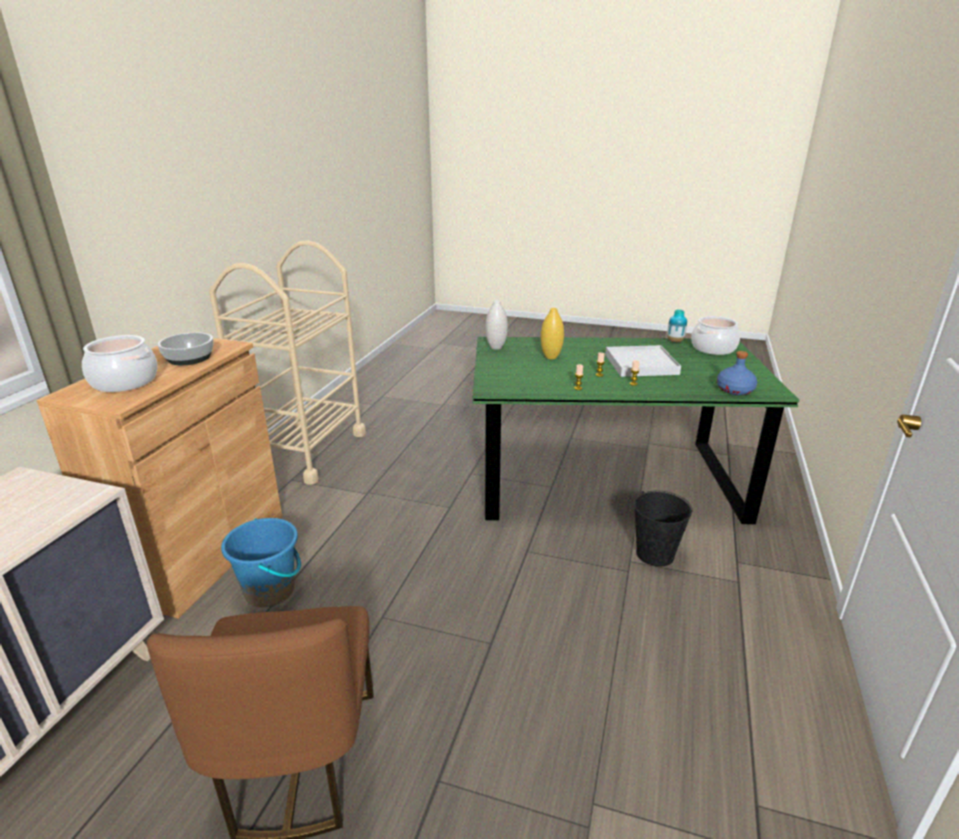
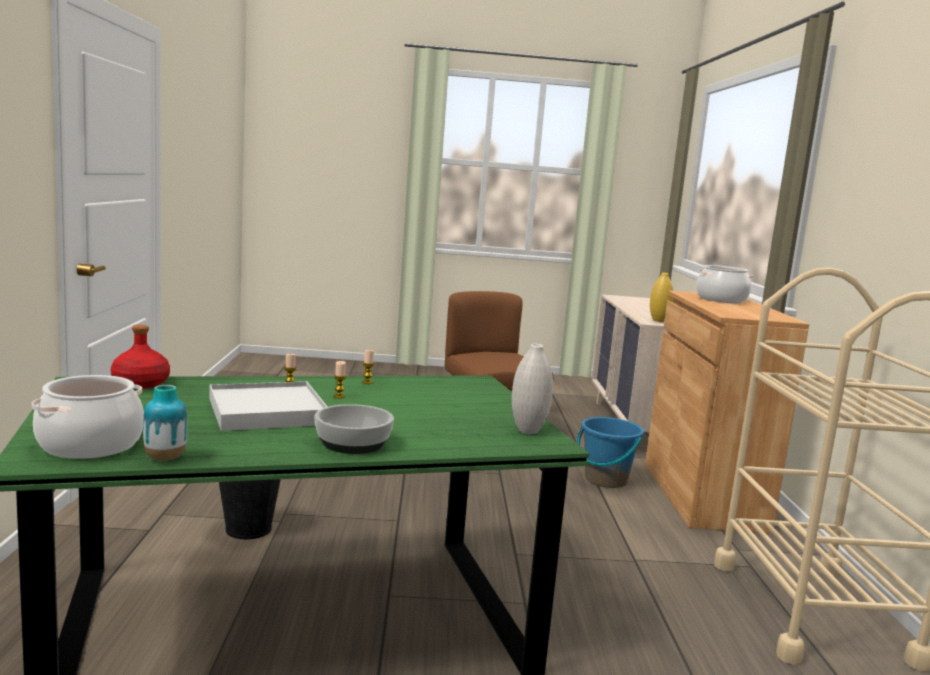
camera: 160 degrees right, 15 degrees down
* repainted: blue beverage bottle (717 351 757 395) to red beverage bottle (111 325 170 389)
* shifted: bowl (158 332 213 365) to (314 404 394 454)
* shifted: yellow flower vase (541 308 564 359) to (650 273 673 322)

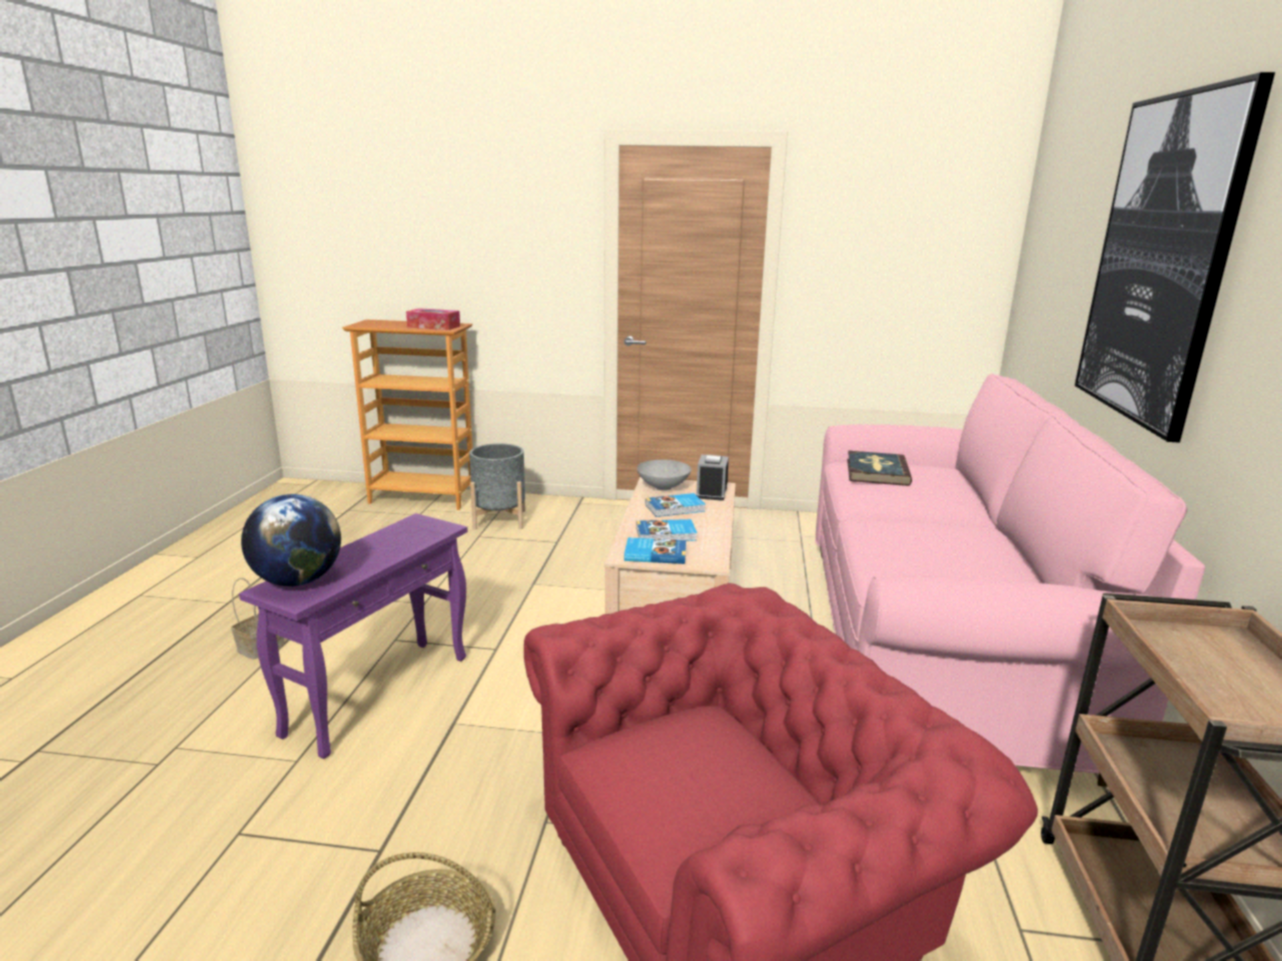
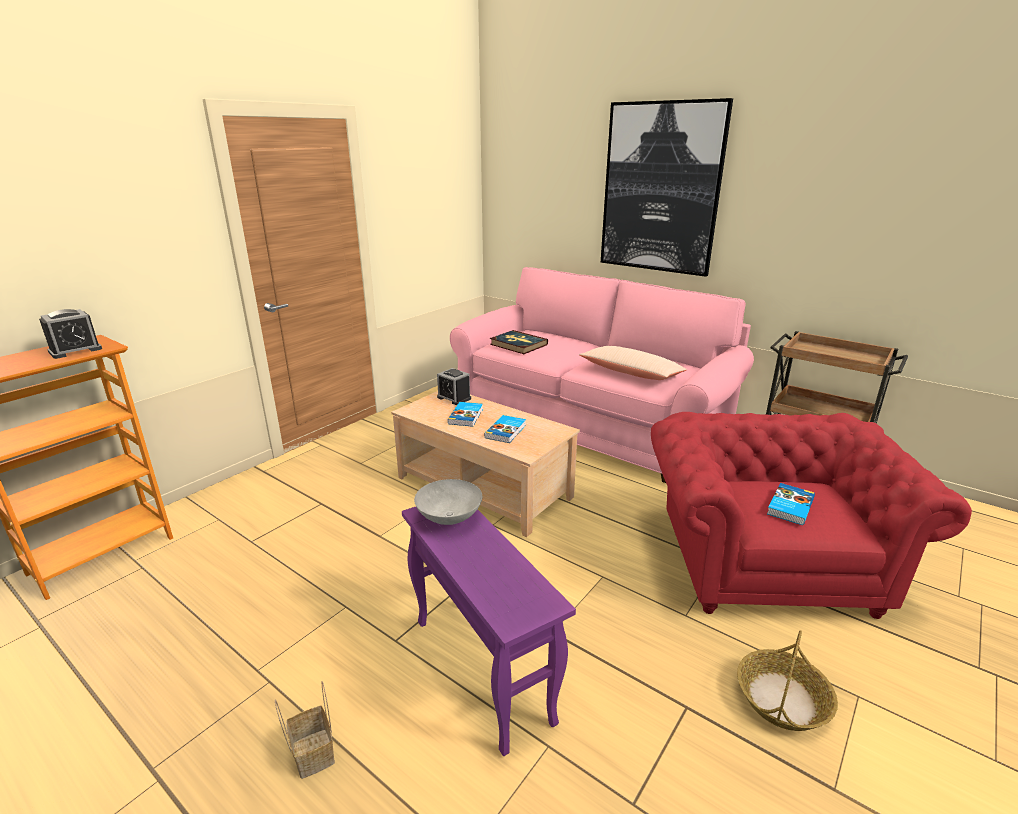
camera: 60 degrees left, 5 degrees up
* swapped: box of tissues (406 308 460 330) to table clock (39 309 102 359)
* shifted: gray bowl (637 460 691 490) to (414 479 482 525)
* new: sand-coloured throw pillow (579 346 687 380)
* shifted: volume (624 537 686 564) to (767 483 815 525)
* gone: desk globe (241 494 341 586)
* gone: gray planter (469 444 525 530)

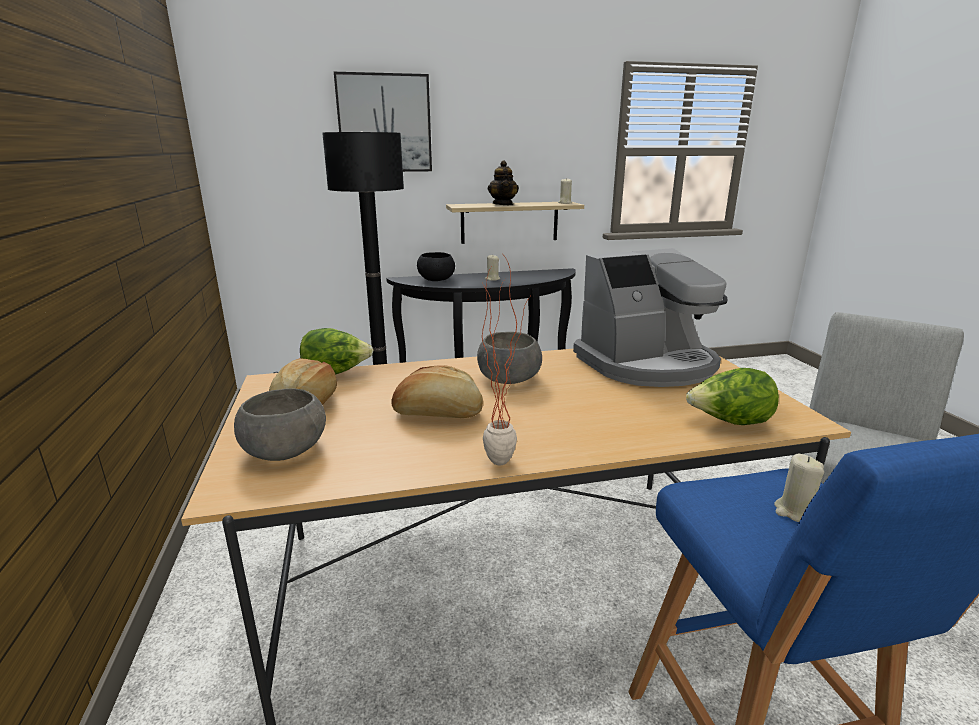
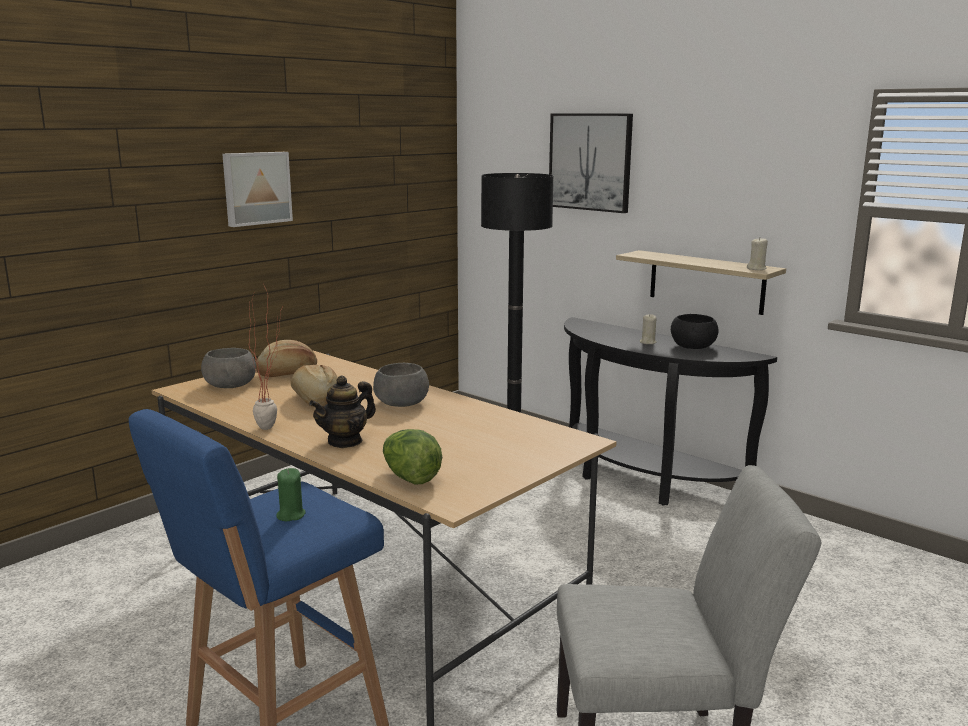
camera: 55 degrees right, 5 degrees down
* new: wall art (222 152 293 227)
* repainted: sand-coloured wax candle (774 454 824 522) to green-coloured wax candle (276 468 306 521)
* shifted: tea pot (488 160 519 205) to (309 375 376 448)
* shifted: black bowl (417 252 455 281) to (671 314 719 349)
* gone: lettuce (300 328 373 375)
* gone: coffee maker (573 248 727 387)

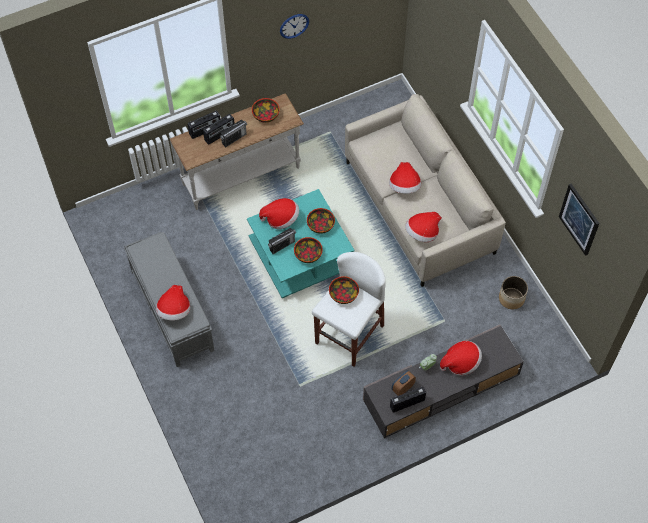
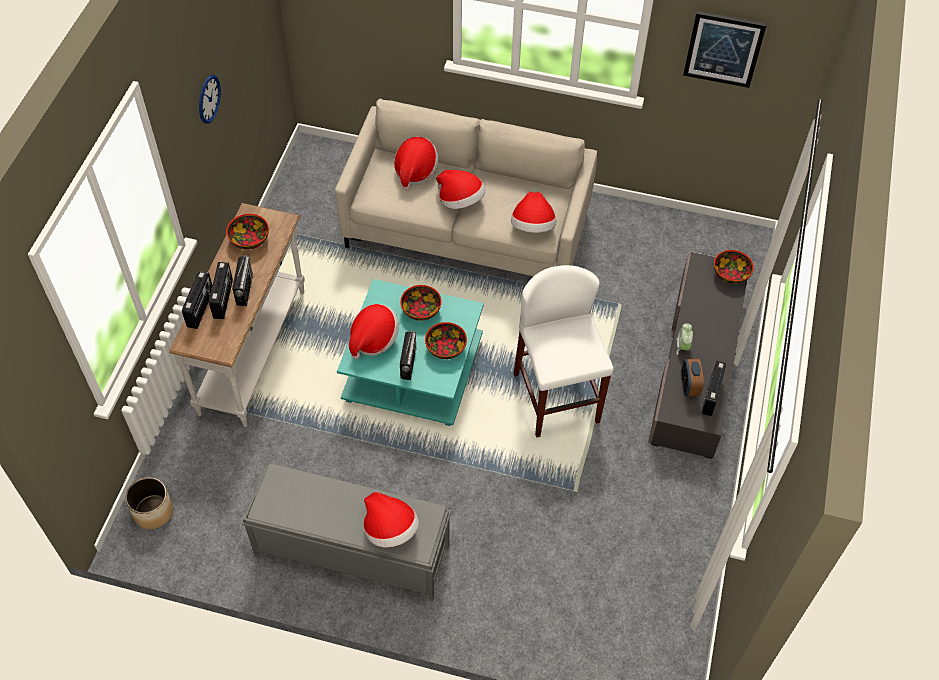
camera: 50 degrees left, 5 degrees down
* shifted: planter (499 276 528 310) to (125 477 173 529)
* shifted: clothing hat (440 341 482 376) to (394 137 439 190)
* shifted: bowl (329 276 359 304) to (714 250 754 284)

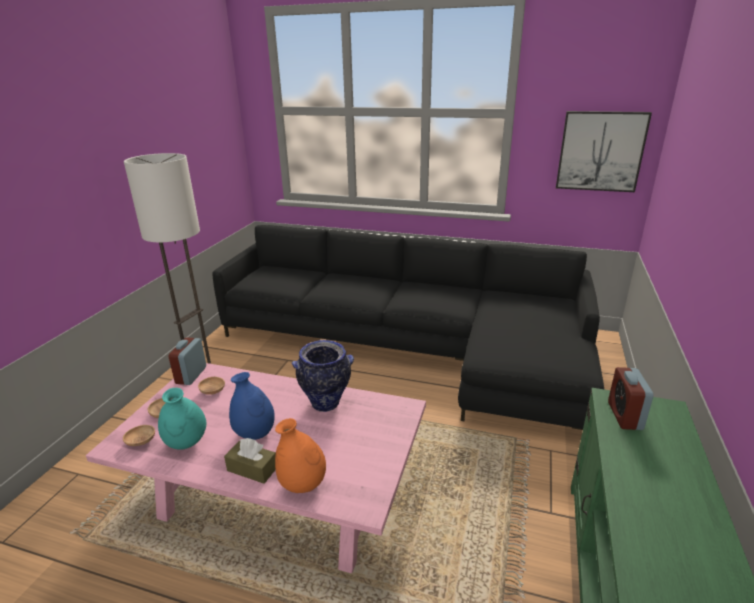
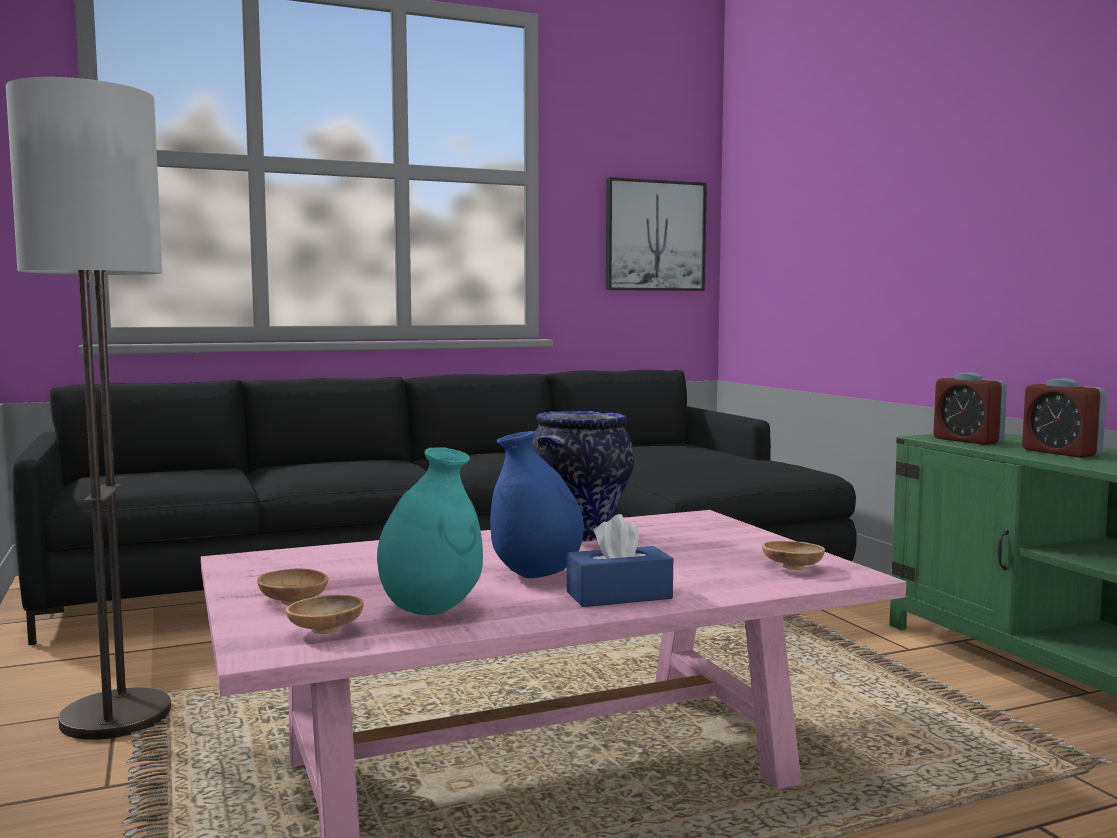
camera: 40 degrees left, 20 degrees down
* repainted: brownish box of tissues (224 438 276 484) to blue box of tissues (567 514 673 607)
* shifted: brownish bowl (198 377 225 395) to (762 541 825 570)
* shifted: table clock (169 337 206 385) to (1022 378 1107 458)
* gone: orange-coloured flower vase (275 418 326 493)

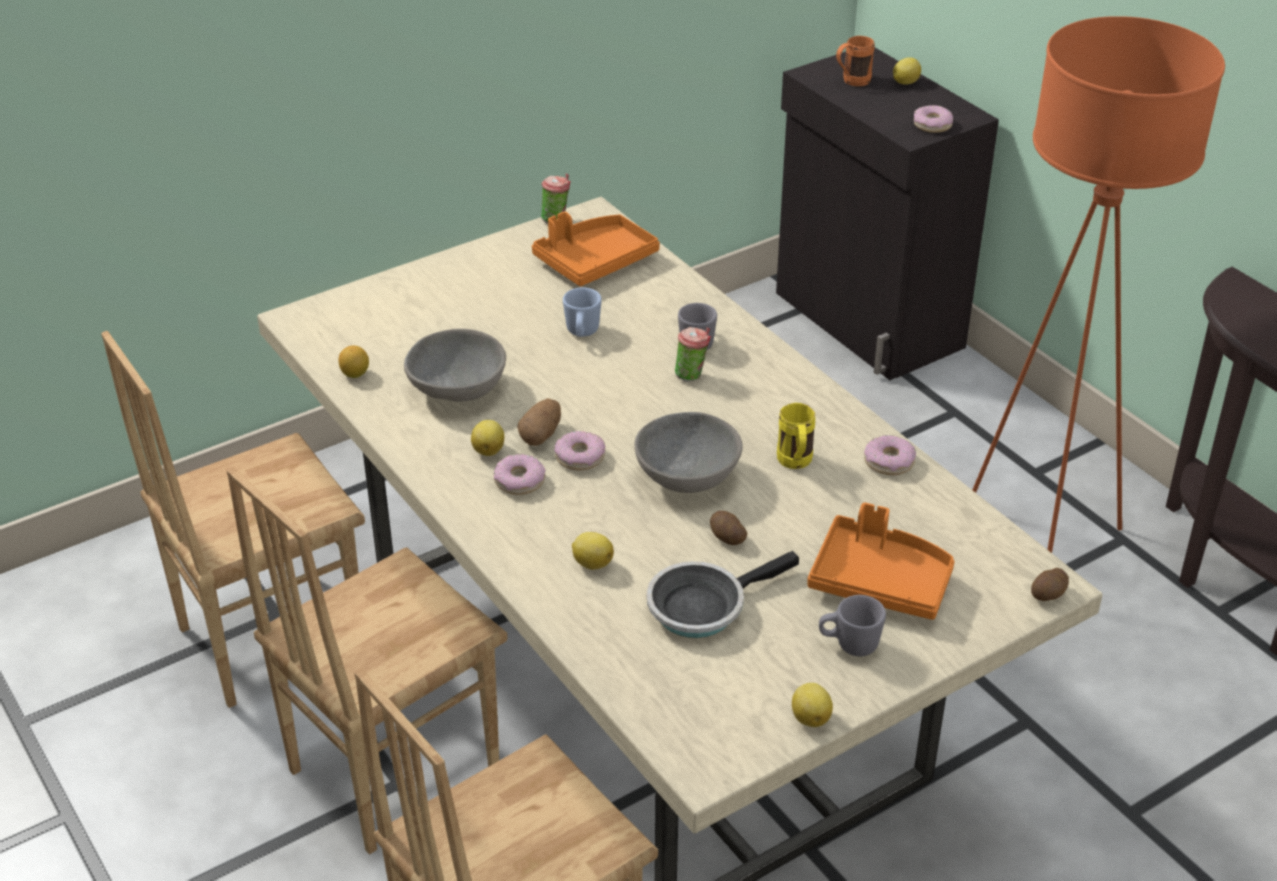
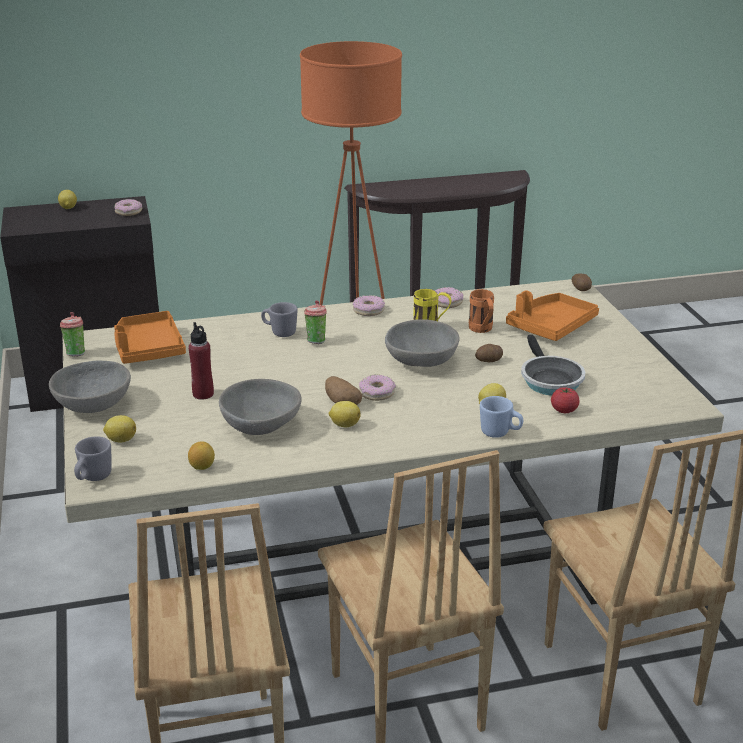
camera: 70 degrees left, 10 degrees down
* new: gray bowl (49 361 131 413)
* shifted: gray mug (819 595 886 656) to (74 436 112 481)
* shifted: lemon (792 683 833 727) to (103 415 136 443)
* new: red beverage bottle (189 322 214 399)
* shifted: doughnut (494 454 546 495) to (353 295 385 316)
* shifted: orange-coloured mug (836 36 875 86) to (469 289 494 333)
* shifted: blue mug (563 287 602 337) to (480 396 523 438)
* new: whole tomato (551 387 580 413)

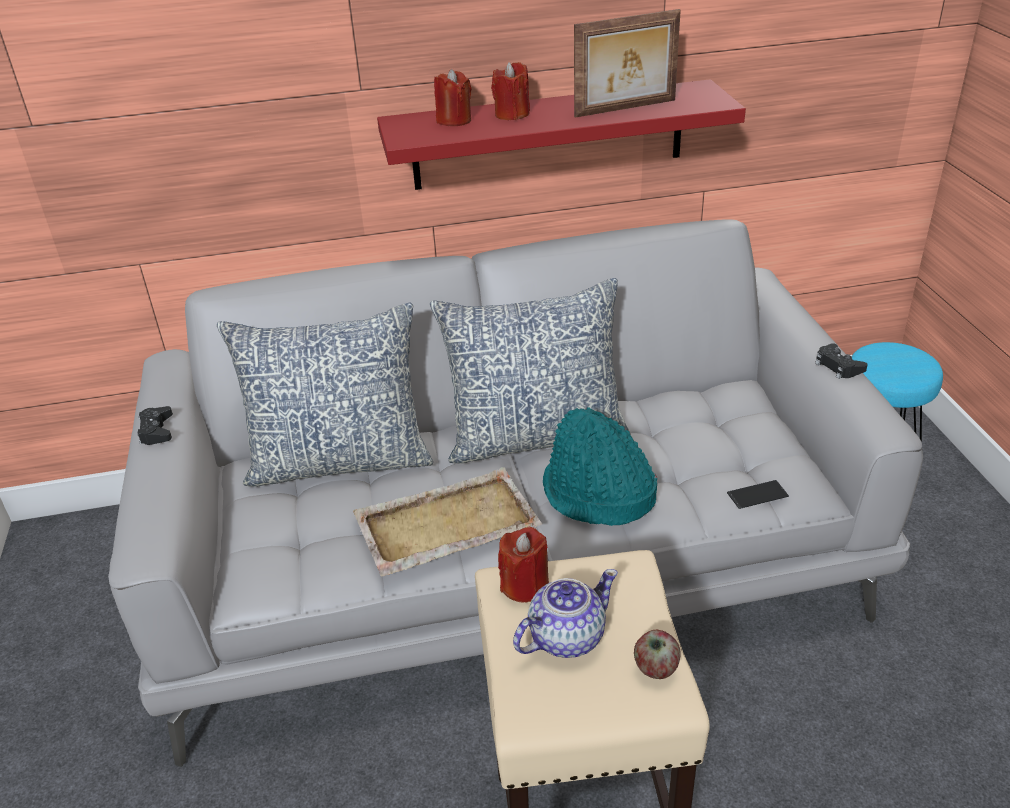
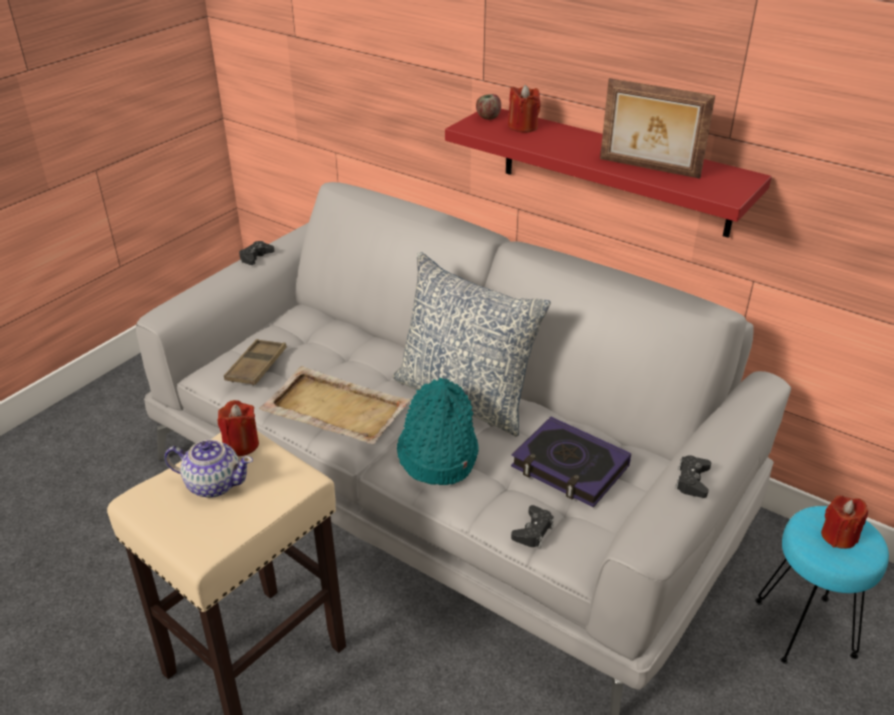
camera: 45 degrees right, 0 degrees up
* new: brownish tray (224 339 287 386)
* shifted: whole apple (634 630 681 679) to (476 94 501 120)
* new: volume (511 417 631 508)
* swapped: handset (727 480 789 509) to black game controller (511 505 554 548)
* shifted: red wax candle (491 62 530 120) to (821 495 868 549)
* gone: throw pillow (217 303 433 487)

